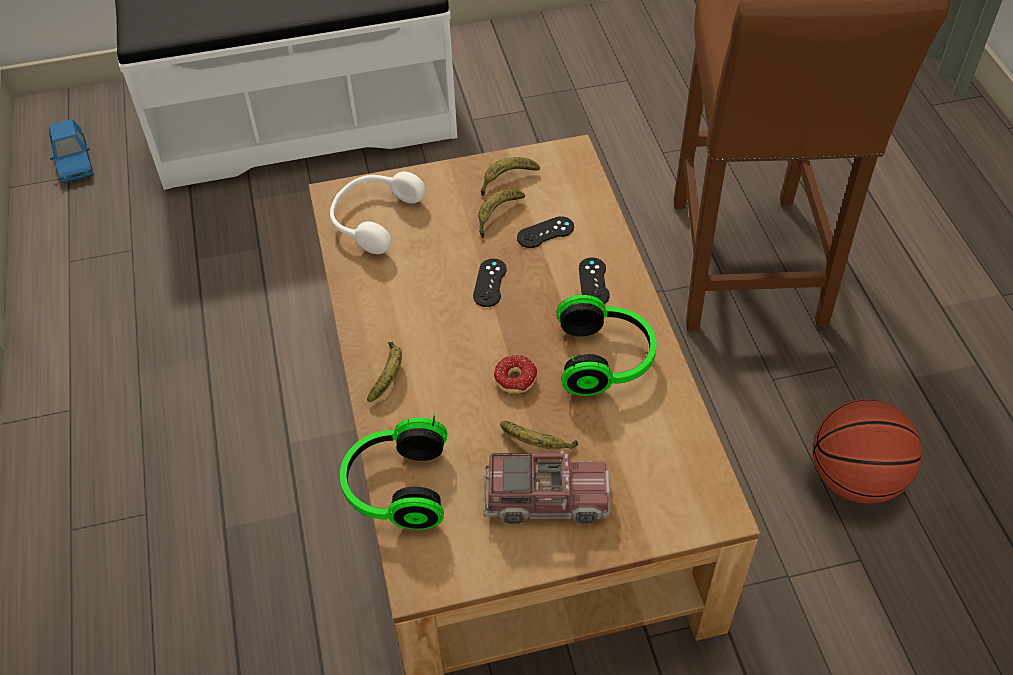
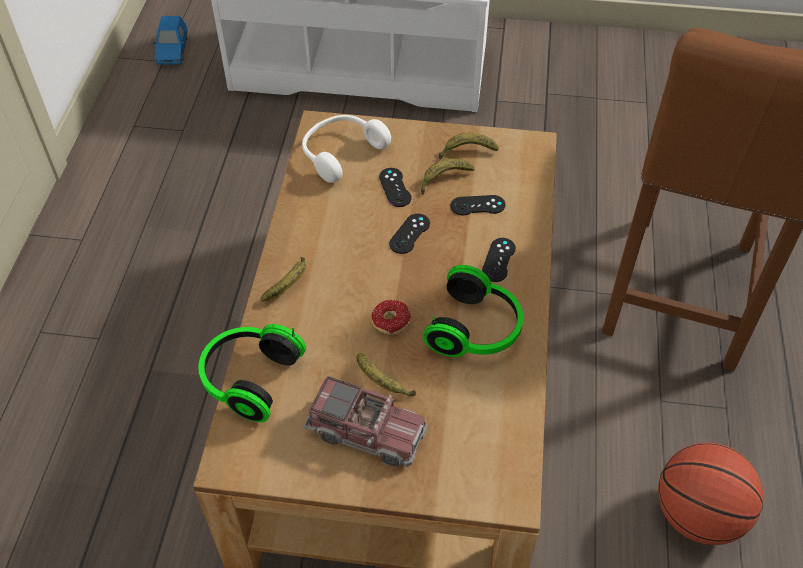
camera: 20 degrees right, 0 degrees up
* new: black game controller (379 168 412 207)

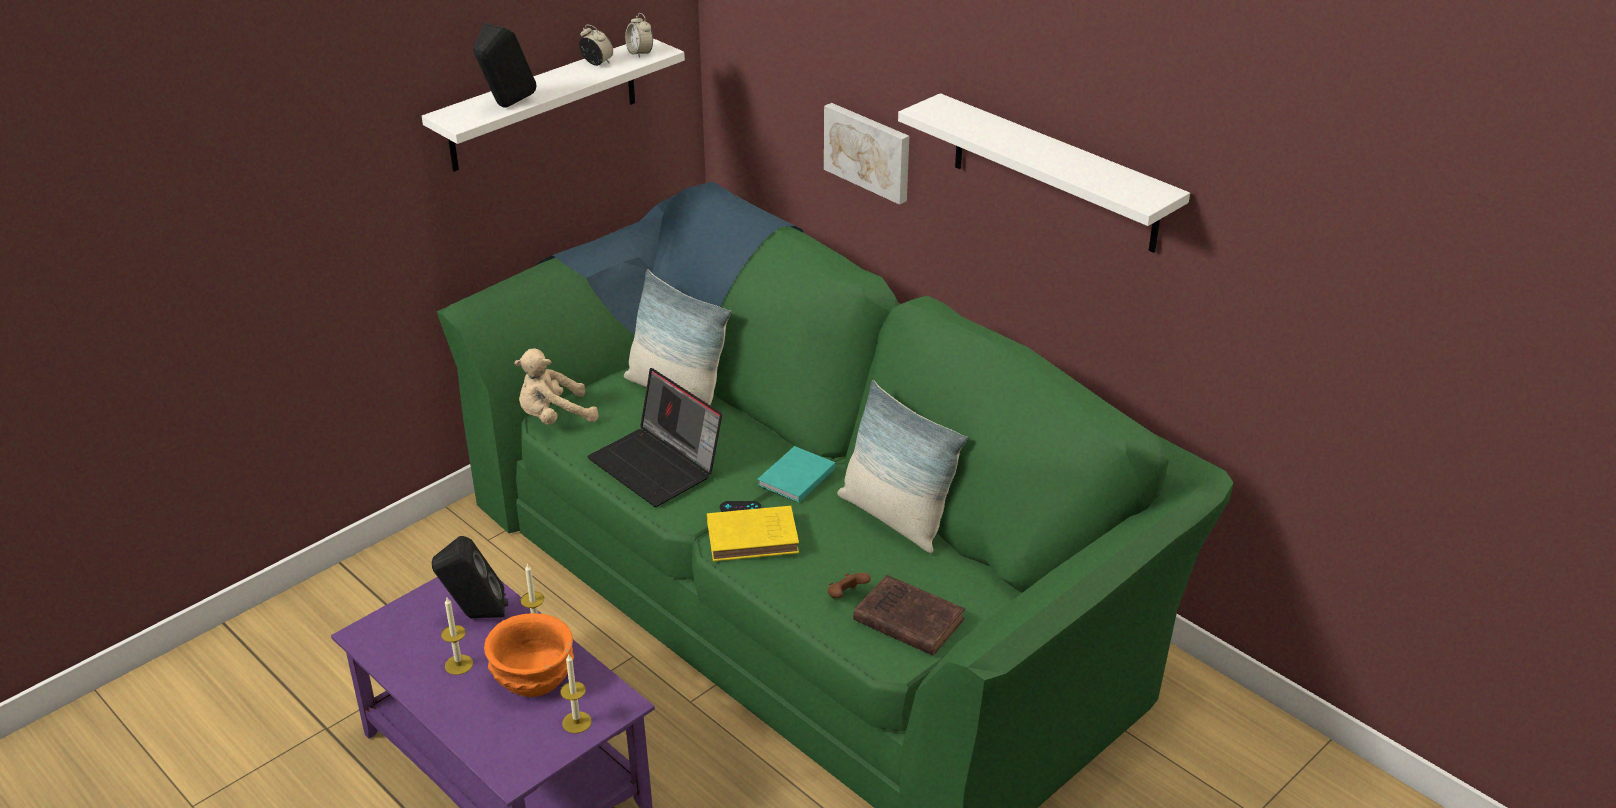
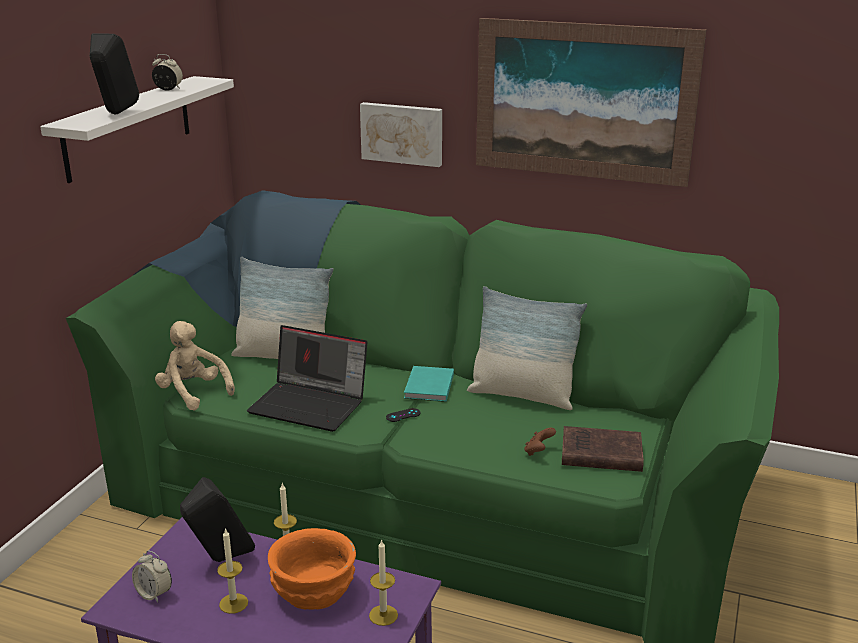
camera: 25 degrees left, 10 degrees down
* shifted: table clock (625 13 653 58) to (132 550 172 603)
* rotated: sand-coloured plush toy (514 349 598 425) = (155 321 235 411) 90 degrees clockwise
* swapped: whitish wall shelf (898 93 1190 253) to wall art (476 18 706 187)
* gone: yellow volume (707 506 799 562)

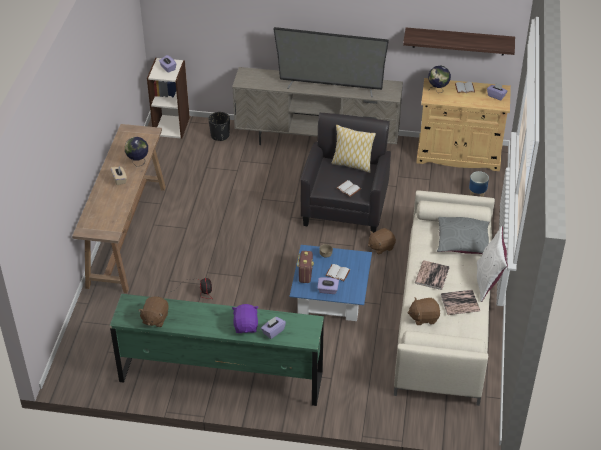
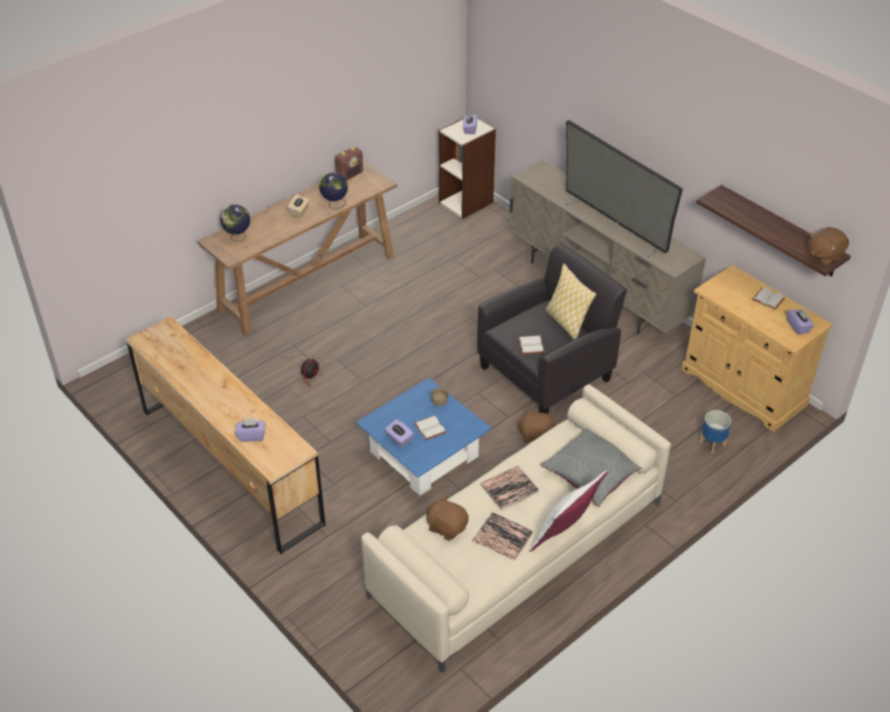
camera: 40 degrees right, 0 degrees up
* repainted: green-coloured drawer chest (110 294 324 406) to brownish drawer chest (126 317 326 554)
* shifted: desk globe (428 66 451 93) to (220 205 250 242)
* shifted: radio receiver (297 251 314 283) to (335 147 363 181)
* shifted: brownish plush toy (138 297 169 327) to (808 227 849 266)
* gone: black planter (209 112 230 141)
* gone: purple-coloured plush toy (232 304 258 333)

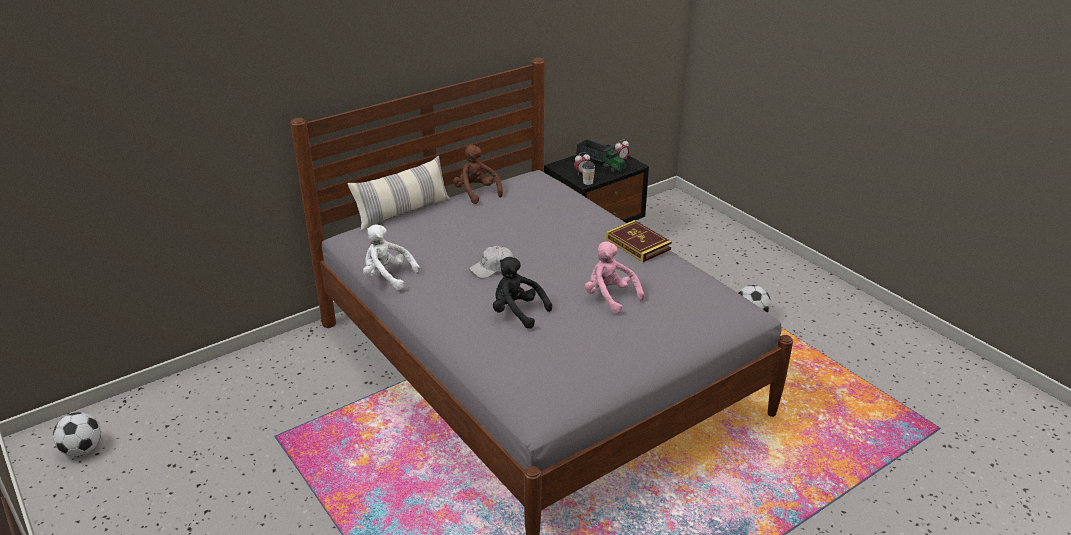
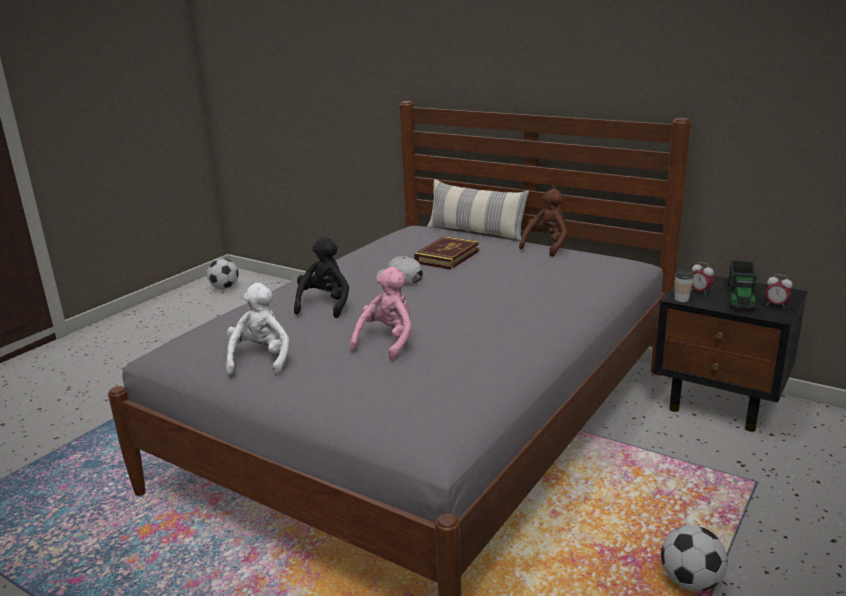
camera: 70 degrees right, 10 degrees down
* shifted: whitish plush toy (363 224 420 290) to (226 283 289 376)
* shifted: volume (606 220 672 262) to (414 236 480 270)

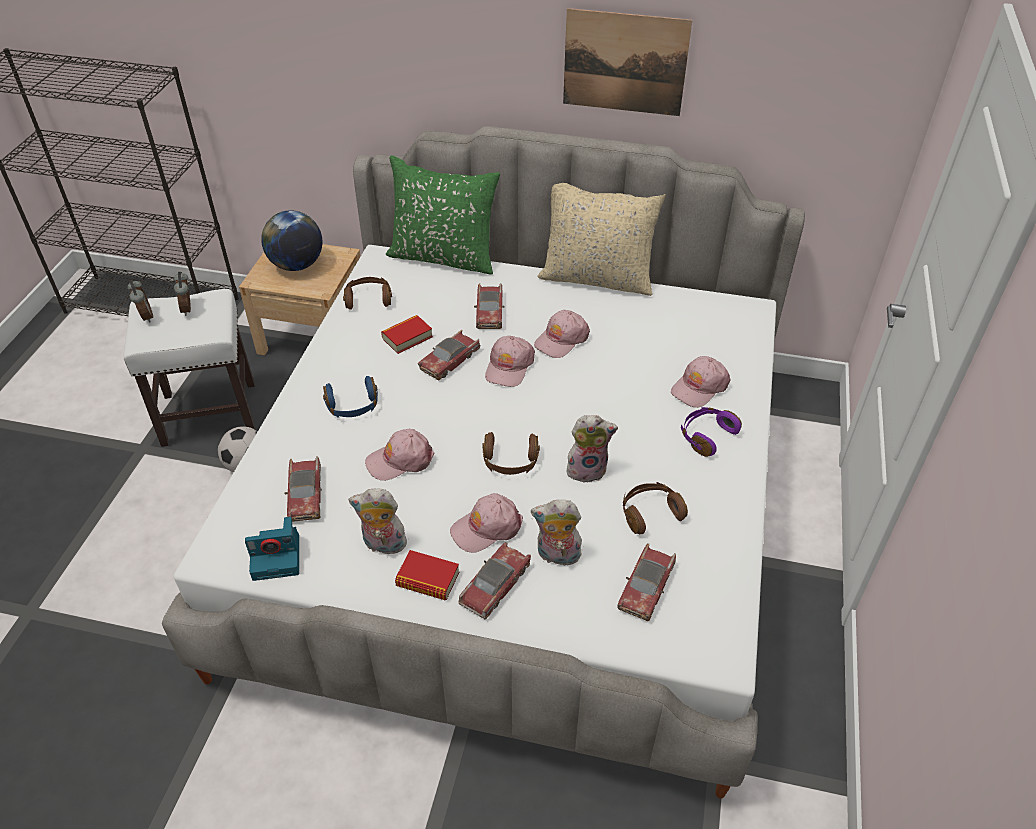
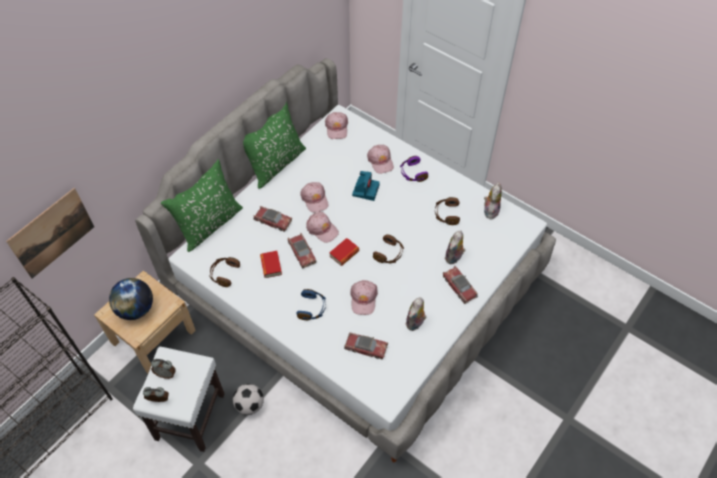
camera: 65 degrees left, 10 degrees up
* shifted: wall art (563 8 692 116) to (6 188 94 279)
* repainted: sand-coloured throw pillow (537 183 666 296) to green-coloured throw pillow (243 101 306 189)
* shifted: pinkish baseball cap (450 493 523 553) to (325 112 348 139)
* shifted: volume (395 550 459 601) to (329 238 359 266)
* shifted: photo camera (245 517 299 581) to (352 171 380 201)
* shifted: plush toy (567 415 618 483) to (484 182 502 220)
* gone: toy car (617 543 676 621)

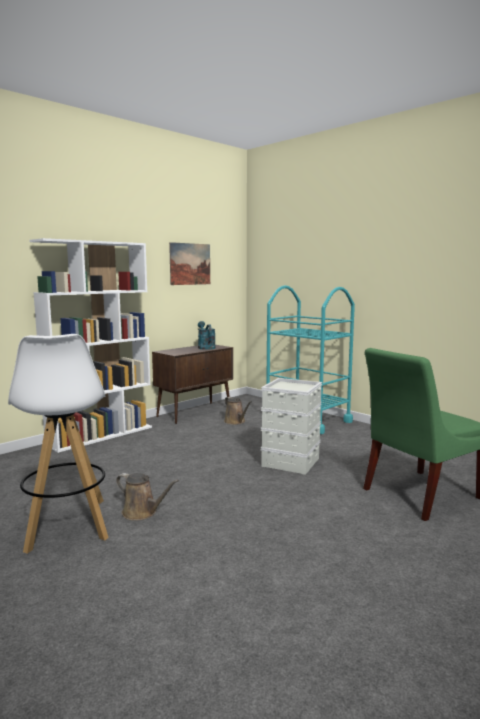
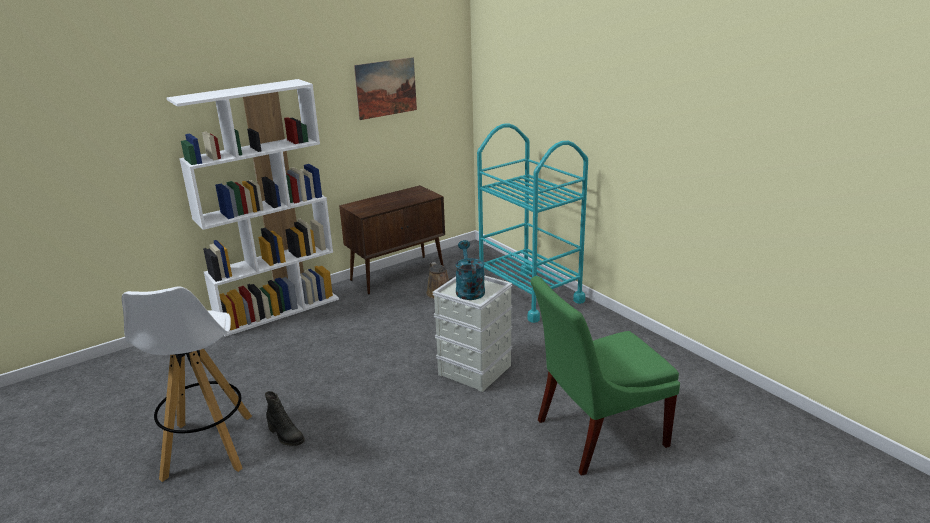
camera: 10 degrees right, 15 degrees up
* swapped: brownish watering pot (116 473 179 520) to black high-top boot (265 391 305 446)
* shifted: blue-green watering pot (198 321 216 350) to (455 240 485 300)

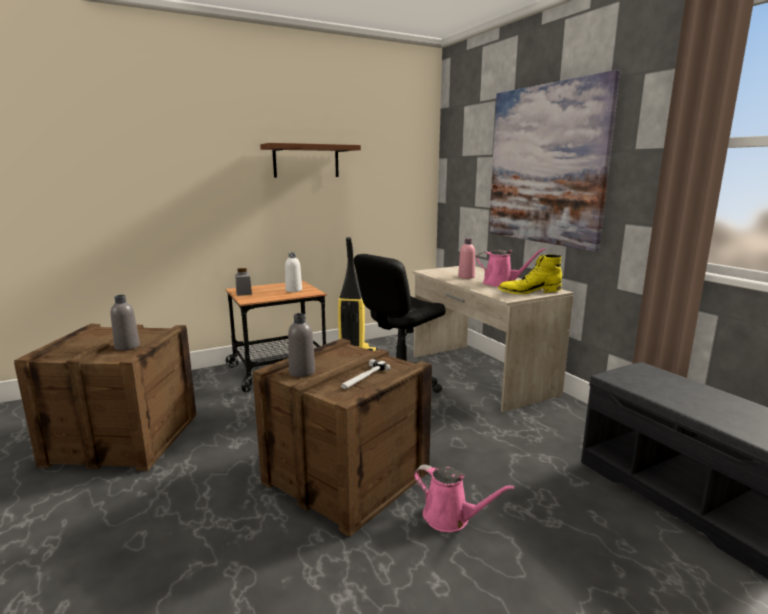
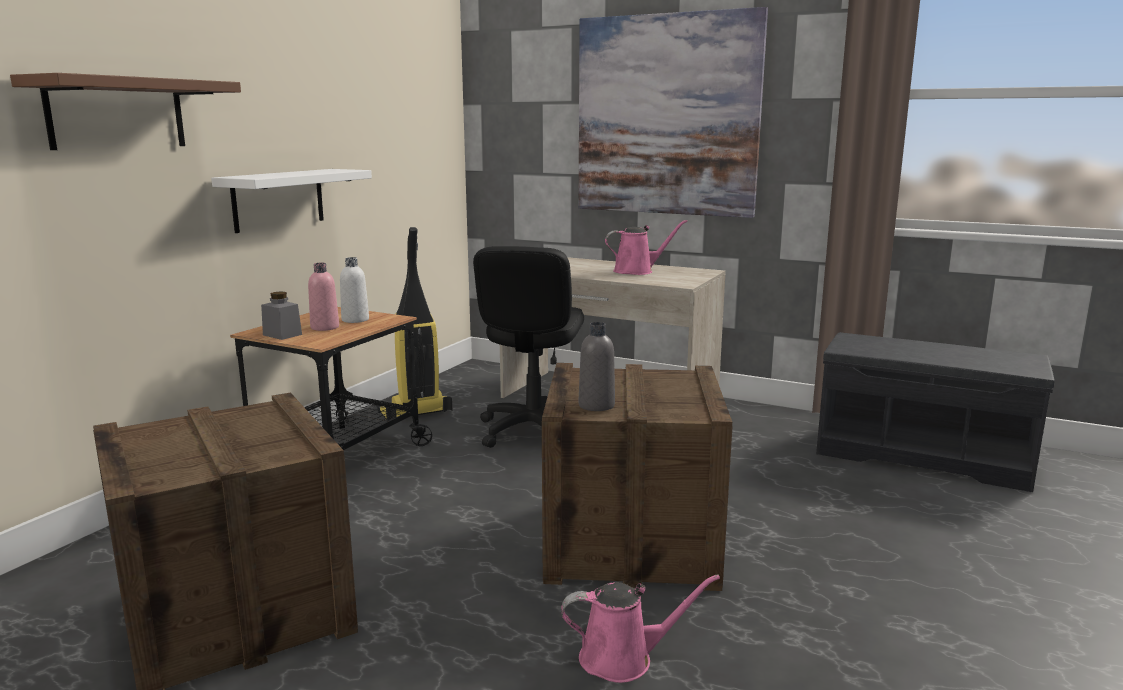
camera: 35 degrees left, 0 degrees up
* shifted: brownish wall shelf (260 143 361 177) to (10 73 241 150)
* new: whitish wall shelf (211 169 372 233)
* shifted: pinkish beverage bottle (458 239 475 279) to (308 263 339 331)
* shifted: pinkish watering pot (414 465 515 532) to (562 574 720 683)
* gone: gray beverage bottle (111 295 140 351)
* gone: hammer (341 359 390 389)
* gone: yellow high-top boot (498 254 562 294)

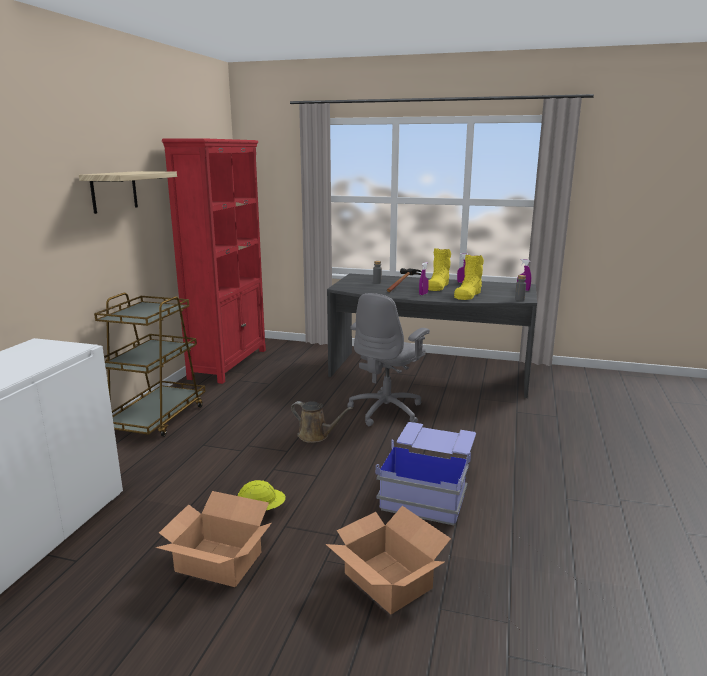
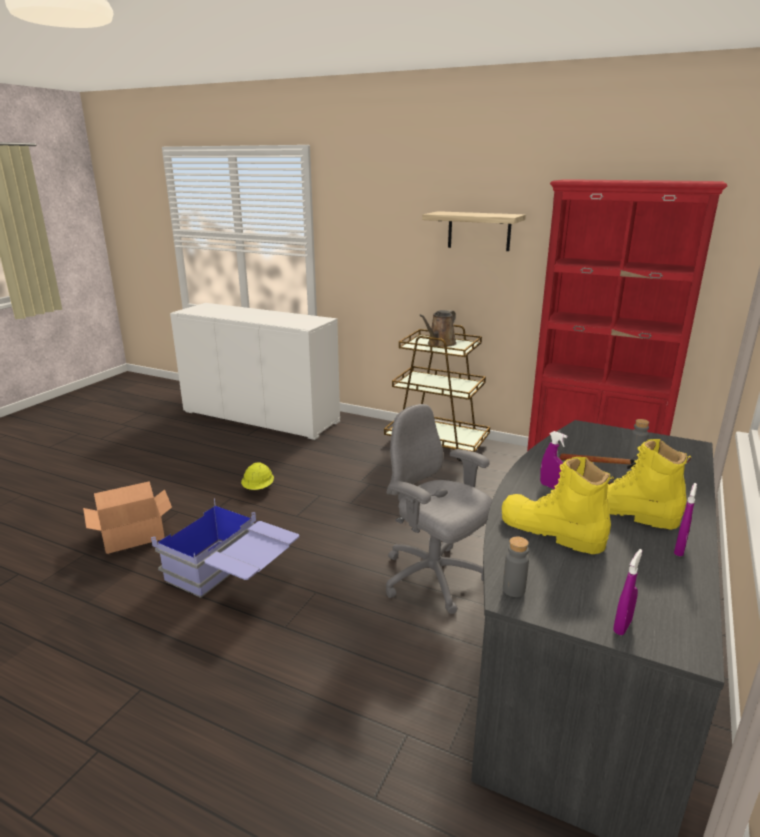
camera: 100 degrees right, 5 degrees up
* shifted: brownish watering pot (291 401 353 443) to (419 310 457 347)
* gone: packing box (155 491 272 587)

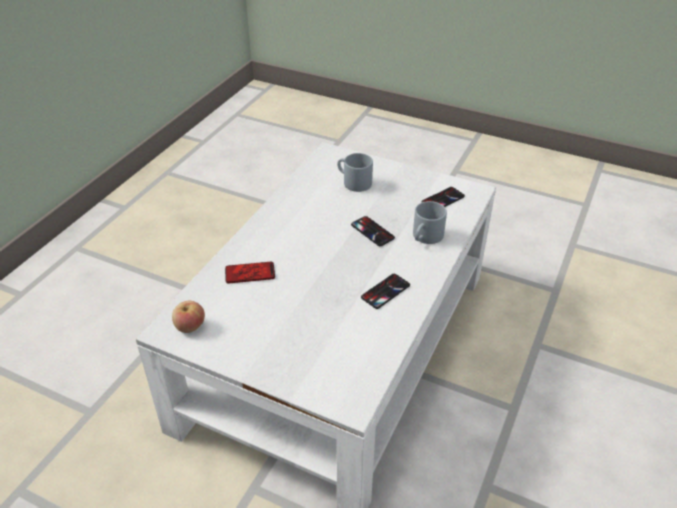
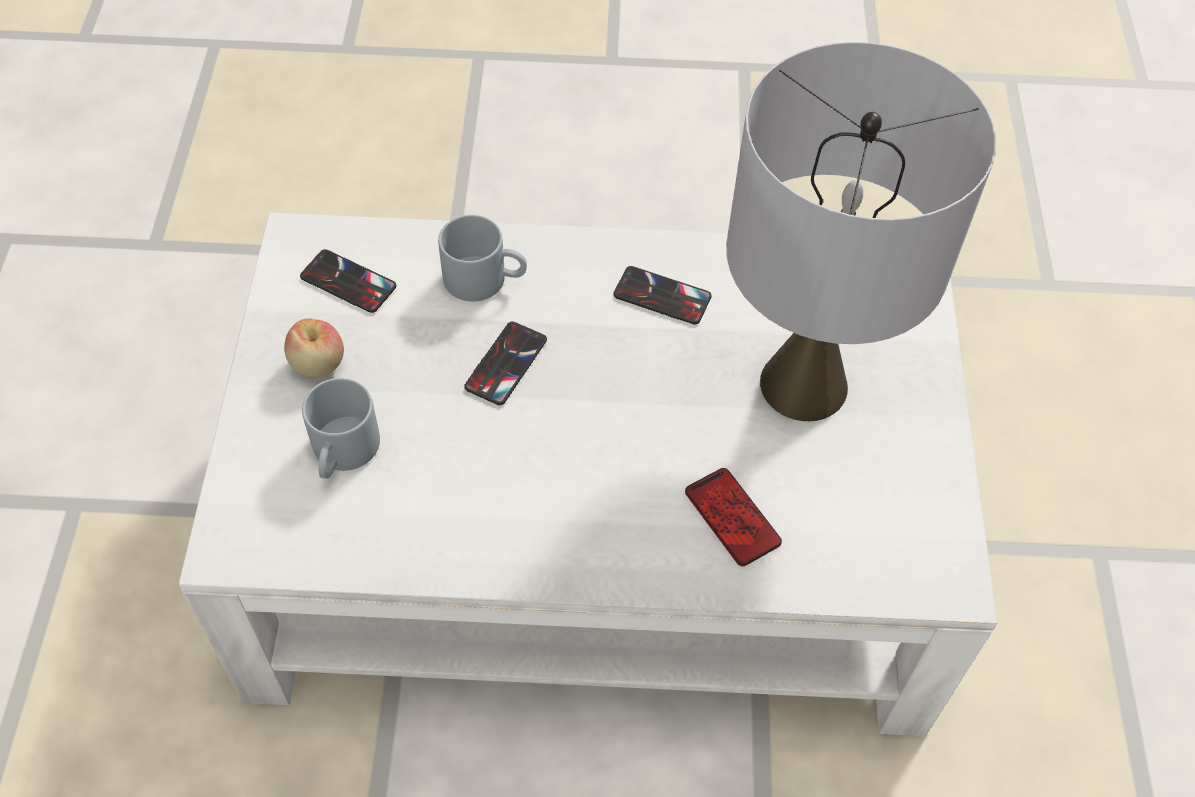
camera: 115 degrees left, 15 degrees up
* shifted: whole apple (172 301 205 333) to (284 318 344 377)
* new: gray tabletop lamp (726 42 996 421)

